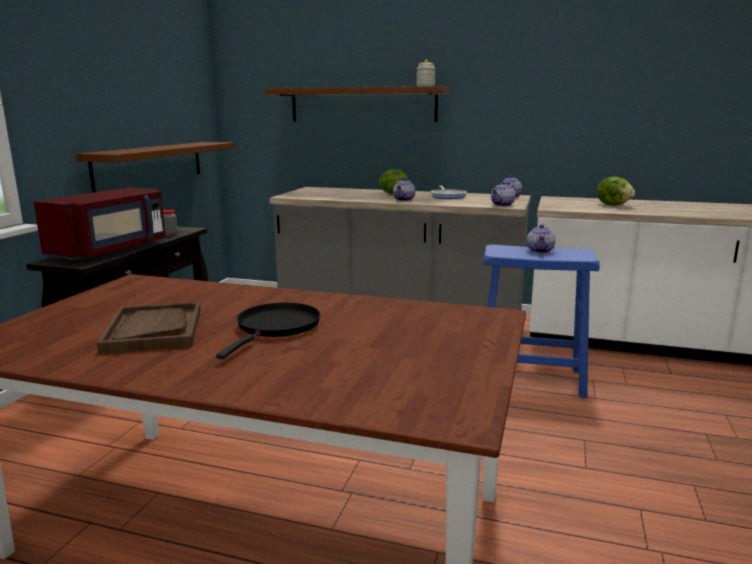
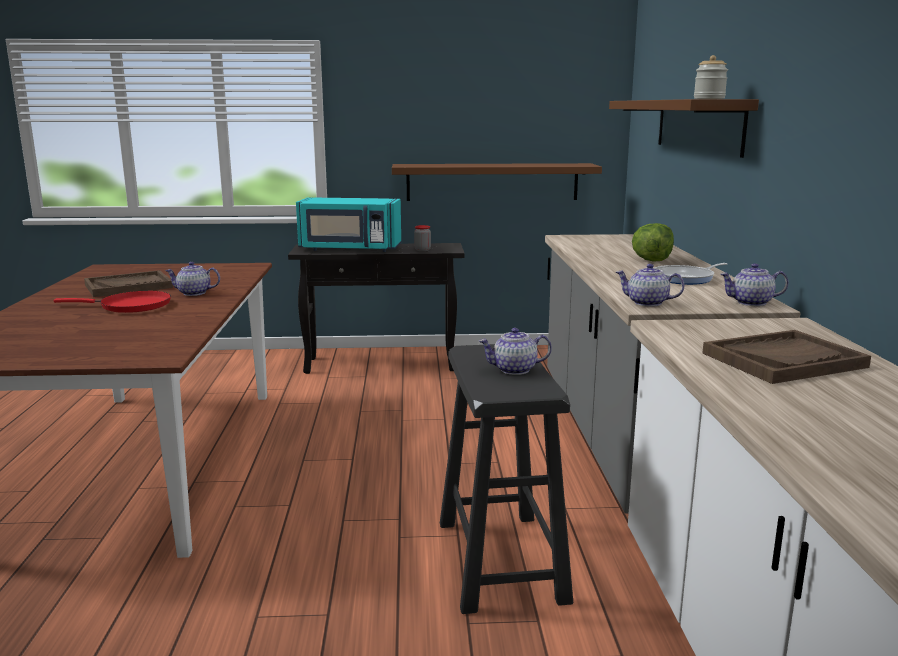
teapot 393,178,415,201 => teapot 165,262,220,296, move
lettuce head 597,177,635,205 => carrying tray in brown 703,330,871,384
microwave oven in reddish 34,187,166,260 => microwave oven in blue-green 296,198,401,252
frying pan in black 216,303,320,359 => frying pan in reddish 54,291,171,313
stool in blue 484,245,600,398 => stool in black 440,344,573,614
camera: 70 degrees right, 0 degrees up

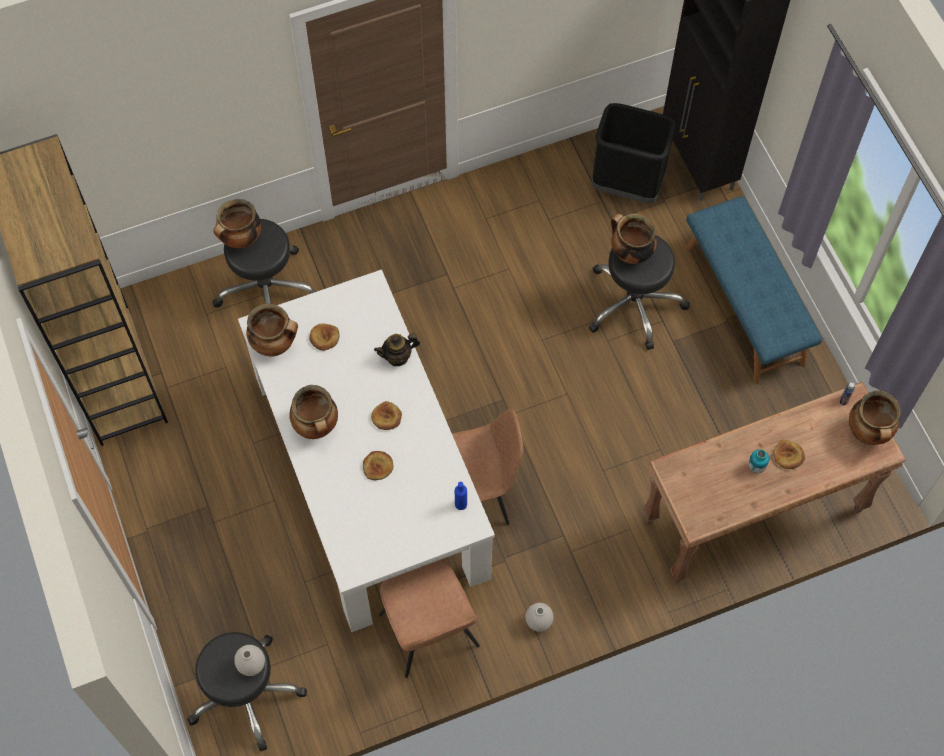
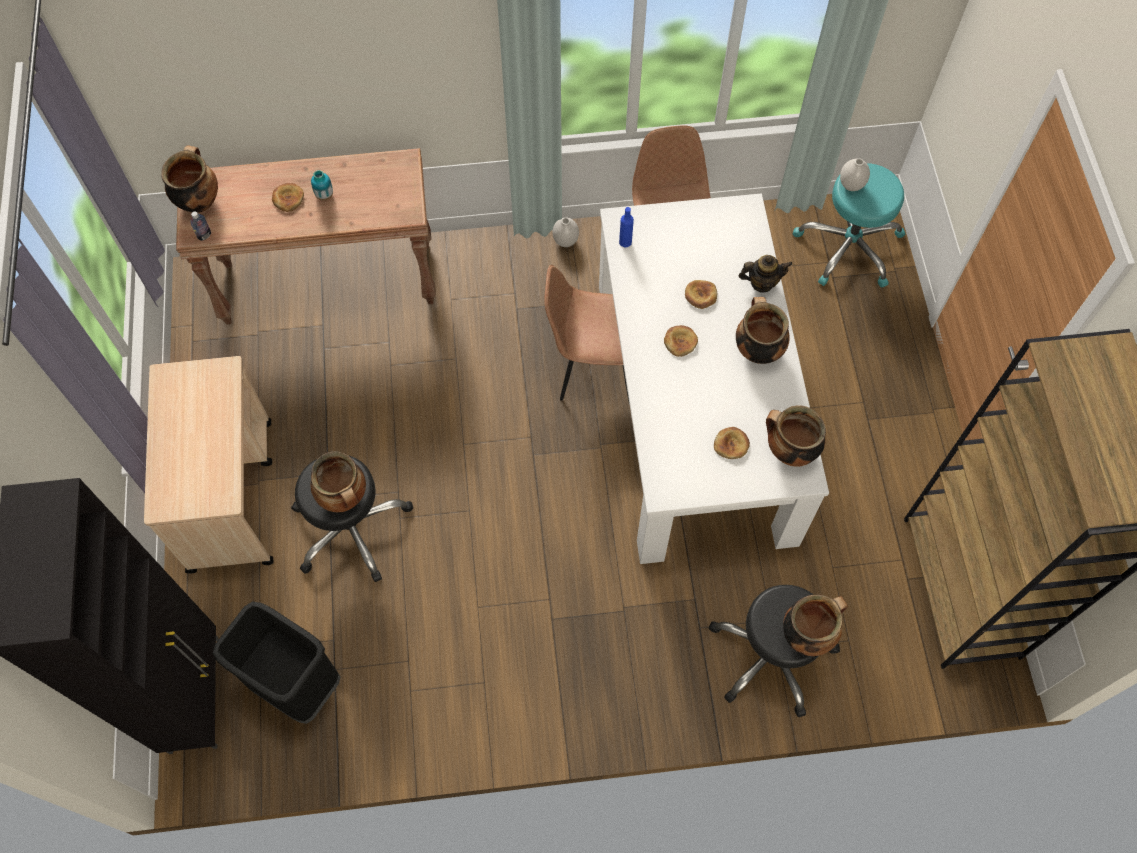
teapot 374,333,420,366 => teapot 738,255,793,293, move
bench in blue 685,196,823,384 => wheeled cart in sand-coloured 144,356,273,574
stool in black 187,632,307,751 => stool in blue-green 793,163,905,287
camera: 165 degrees left, 0 degrees up

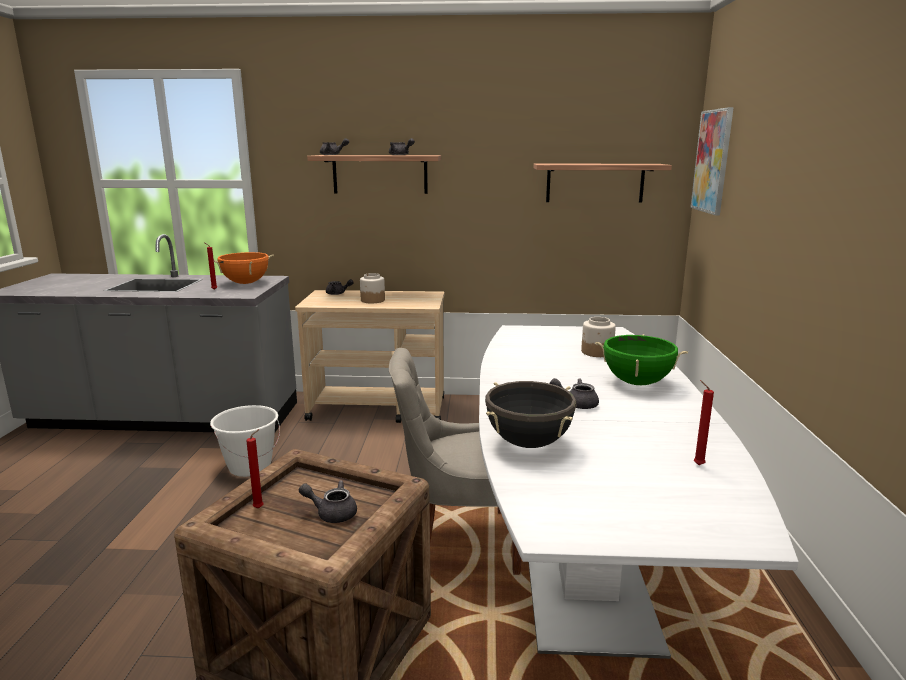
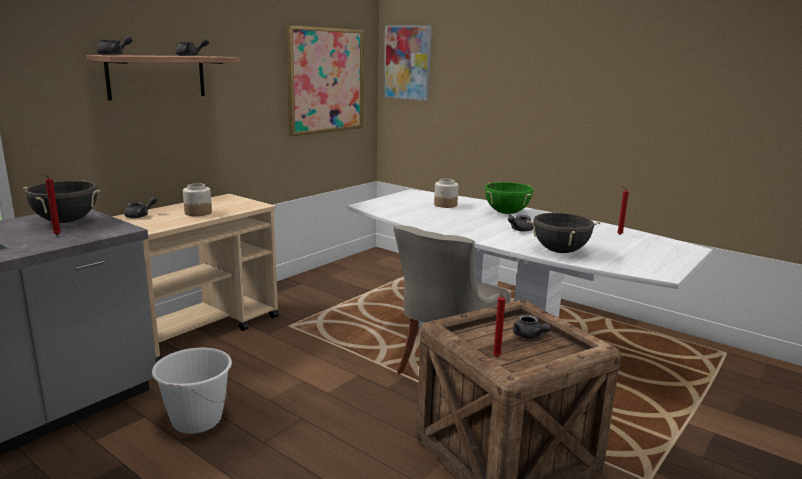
bracket shelf 533,164,672,203 => wall picture 286,25,363,136
saucepot in orange 214,252,274,284 => saucepot in black 23,180,101,223
teapot in greyish 299,480,357,523 => teapot in greyish 513,314,551,339, 75 degrees counterclockwise
camera: 55 degrees left, 0 degrees up

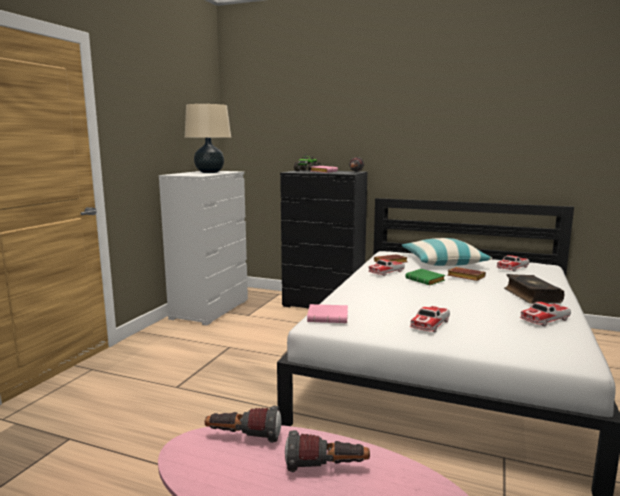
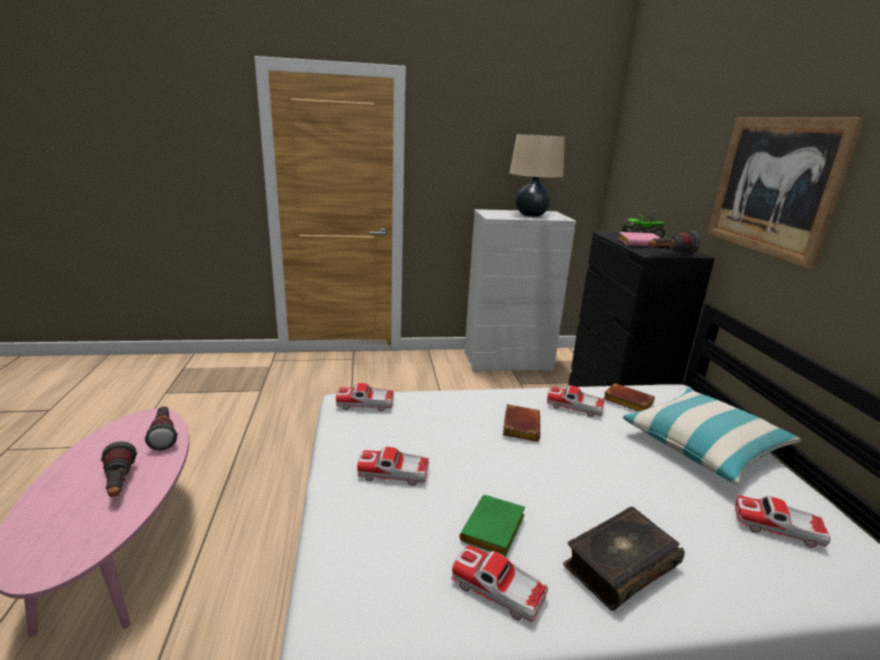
nothing => wall picture 707,117,866,269
book in green 405,269,445,285 => book in green 459,495,525,557, move
book in brown 447,267,486,281 => book in brown 503,404,540,442, move
book in pink-coloured 307,304,348,323 => model car 336,383,394,412
camera: 60 degrees right, 10 degrees up

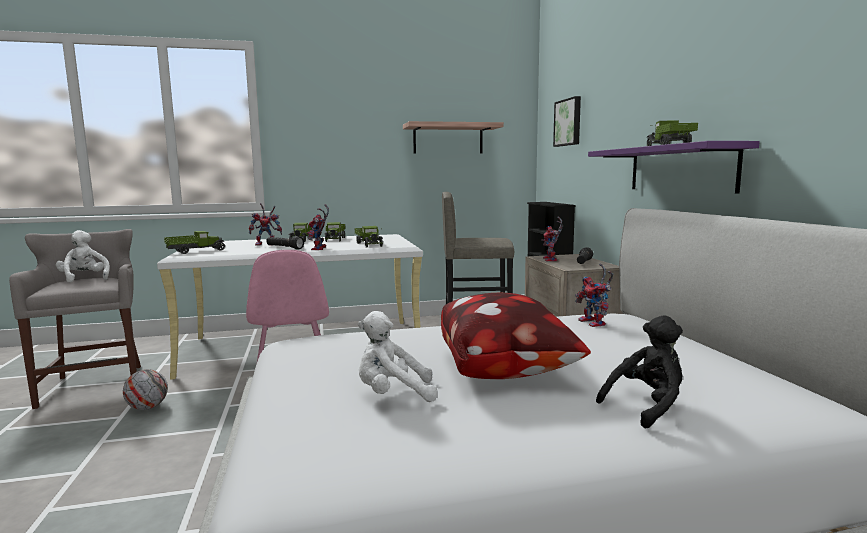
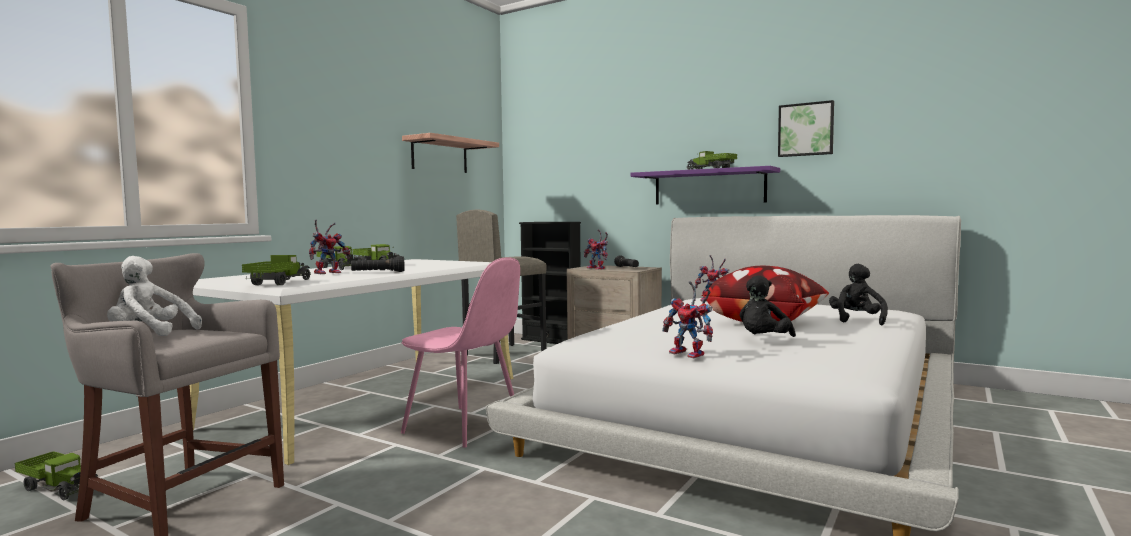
ball for football 123,369,168,410 => nothing
model robot 307,204,329,250 => model robot 662,281,713,358, move
model truck 355,226,383,248 => model truck 15,451,98,500, move
wall picture 553,96,581,147 => wall picture 778,100,834,157, move
cuddly toy in white-coloured 358,311,437,402 => cuddly toy in black 739,275,796,337
camera: 45 degrees left, 5 degrees down

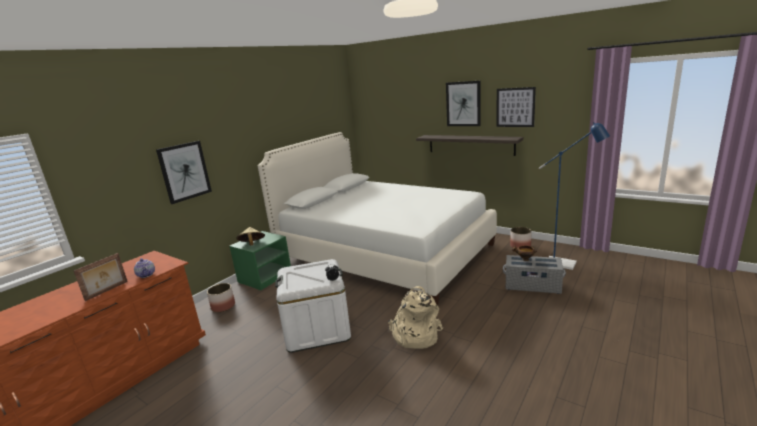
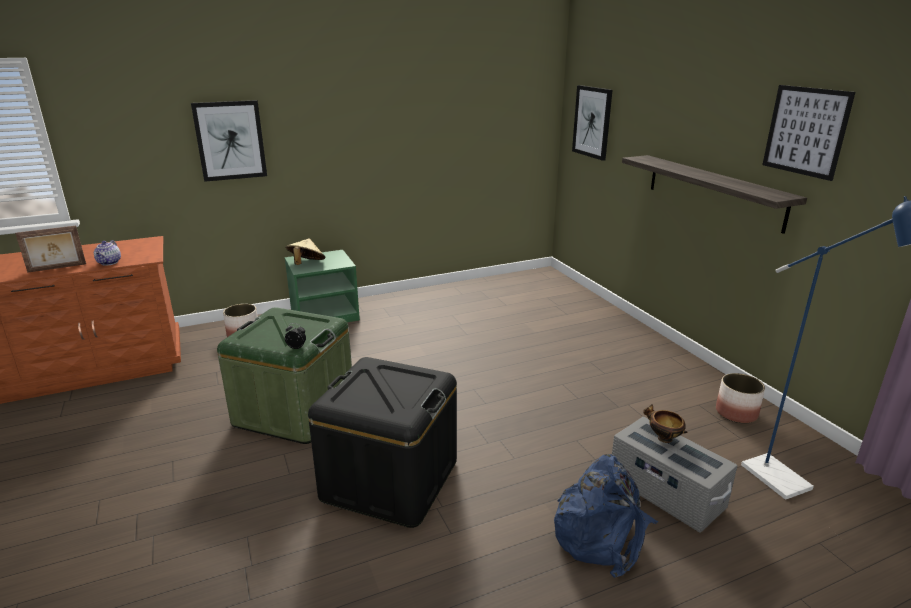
sleeping bed in white-coloured 258,132,497,305 => nothing
nothing => knapsack in blue 554,454,658,578
wall picture 446,81,481,126 => wall picture 572,85,613,161, move
knapsack in sand-coloured 388,286,443,349 => storage bin in black 308,357,457,528
storage bin in white-coloured 275,259,351,353 => storage bin in green 217,307,352,444
camera: 30 degrees right, 5 degrees up

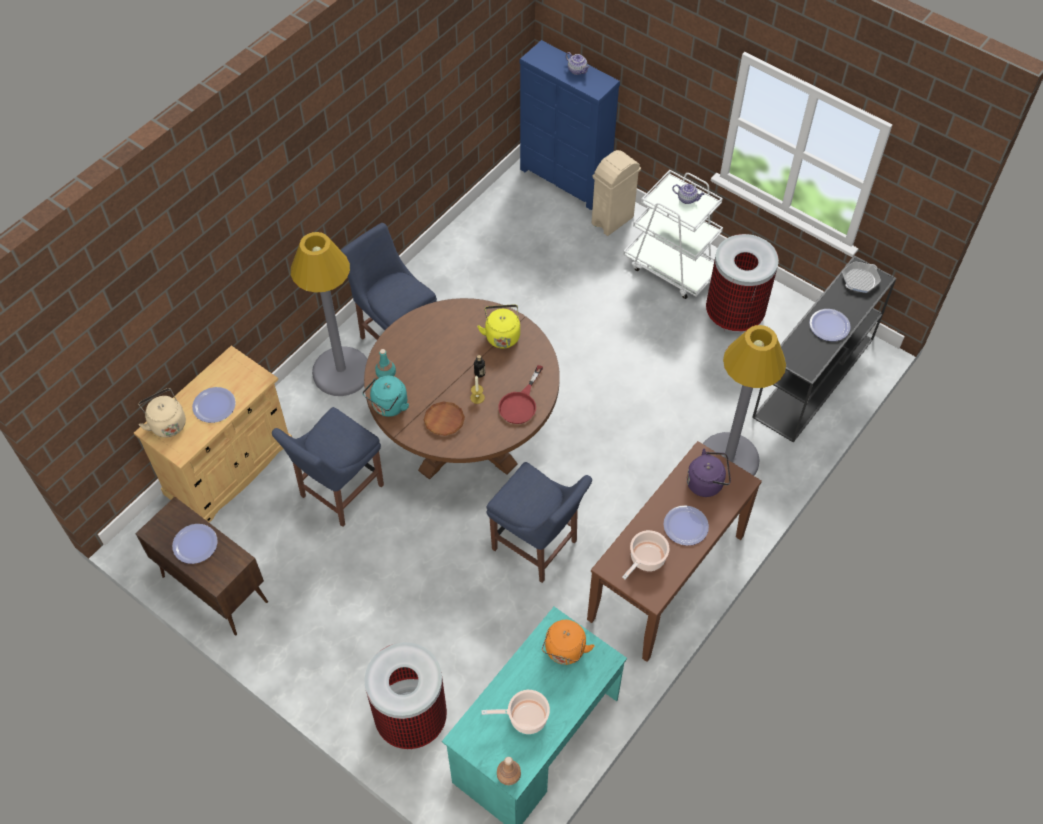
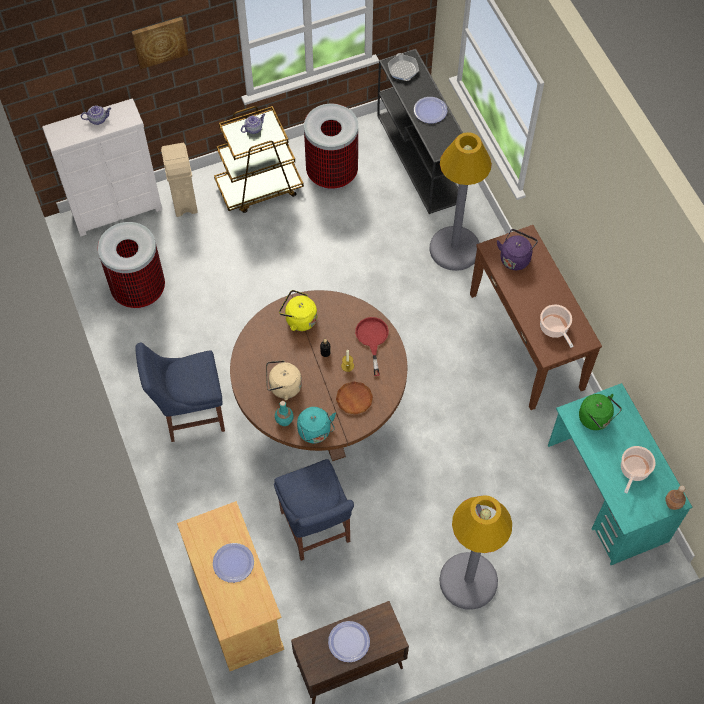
upright chair in blue 486,462,592,583 => nothing
flat dish 663,505,709,546 => nothing
nothing => wall picture 132,17,189,69
water kettle in sand-coloured 138,388,186,438 => water kettle in sand-coloured 266,360,302,400, move
floor lamp in greyish 291,232,367,396 => floor lamp in greyish 439,495,512,610, move
rubbish bin 364,642,447,749 => rubbish bin 98,222,165,309, move
drawer chest in blue 520,40,620,210 => drawer chest in white-coloured 42,98,162,236
water kettle in orange 542,620,595,665 => water kettle in green 579,394,622,430
wheeled cart in white-coloured 623,170,723,299 => wheeled cart in brown 214,106,304,213
frying pan in reddish 498,365,543,424 => frying pan in reddish 355,317,389,376, 150 degrees counterclockwise
camera: 60 degrees left, 5 degrees up

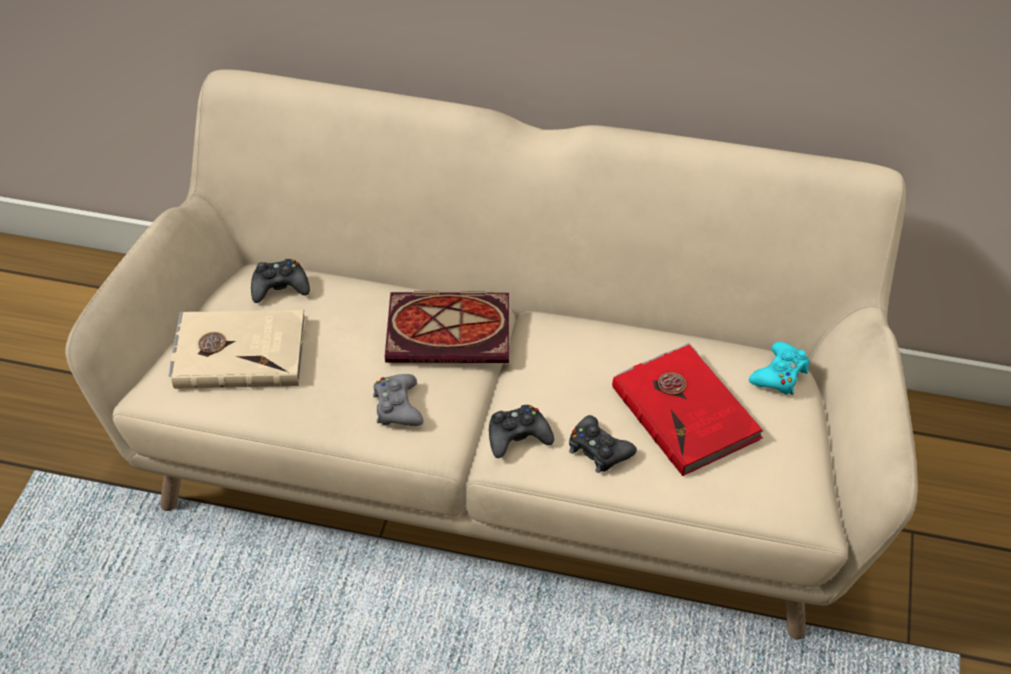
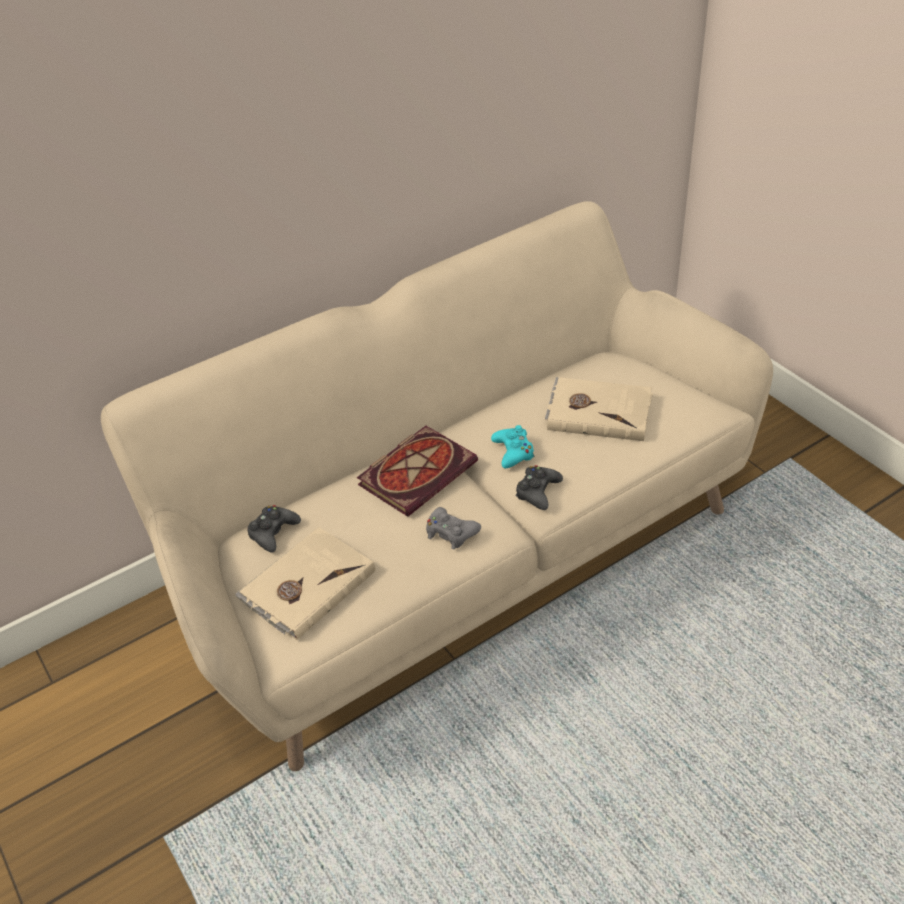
joypad in black 569,415,637,473 => nothing
joypad in blue-green 749,342,810,395 => joypad in blue-green 491,425,535,468, move
book in reddish 612,343,764,476 => book in sand-coloured 545,377,653,441
camera: 45 degrees left, 5 degrees down

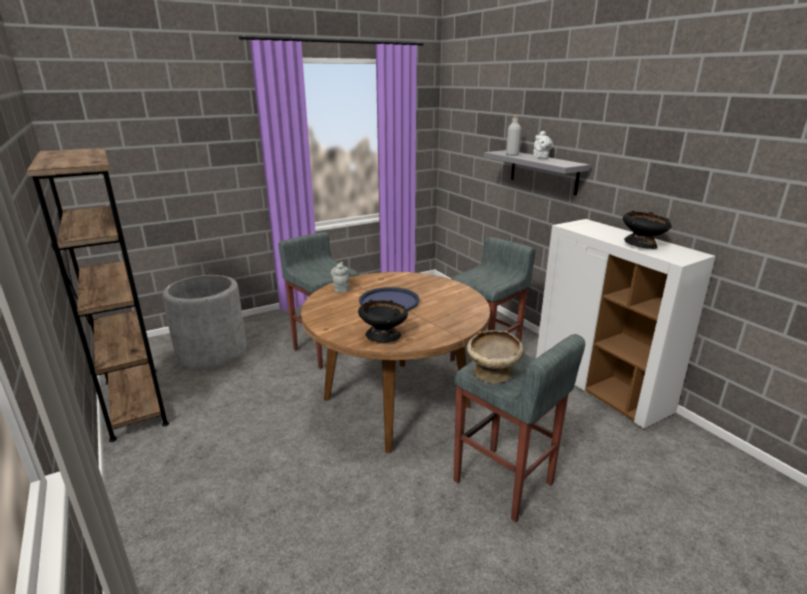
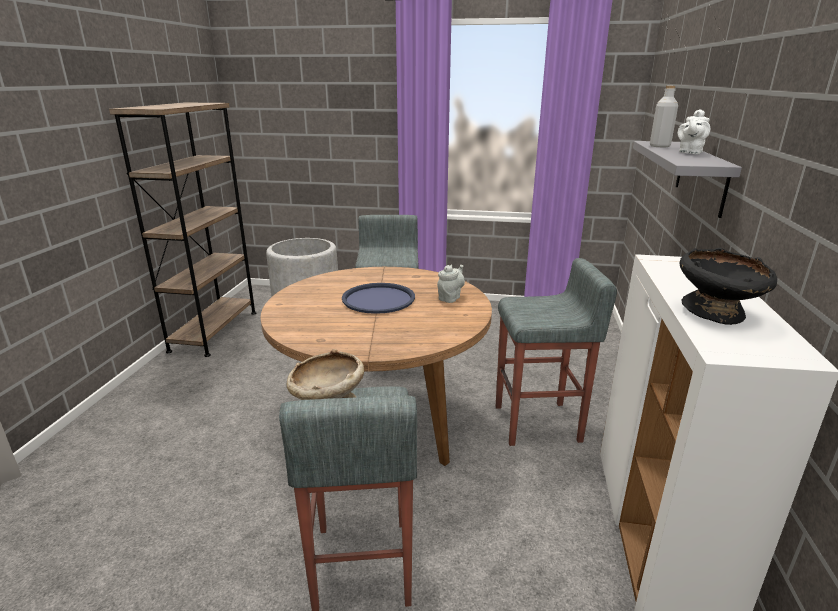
deep dish in black 358,299,408,343 => nothing
teapot in greyish 331,262,351,293 => teapot in greyish 437,265,465,303, move
camera: 40 degrees right, 0 degrees up

